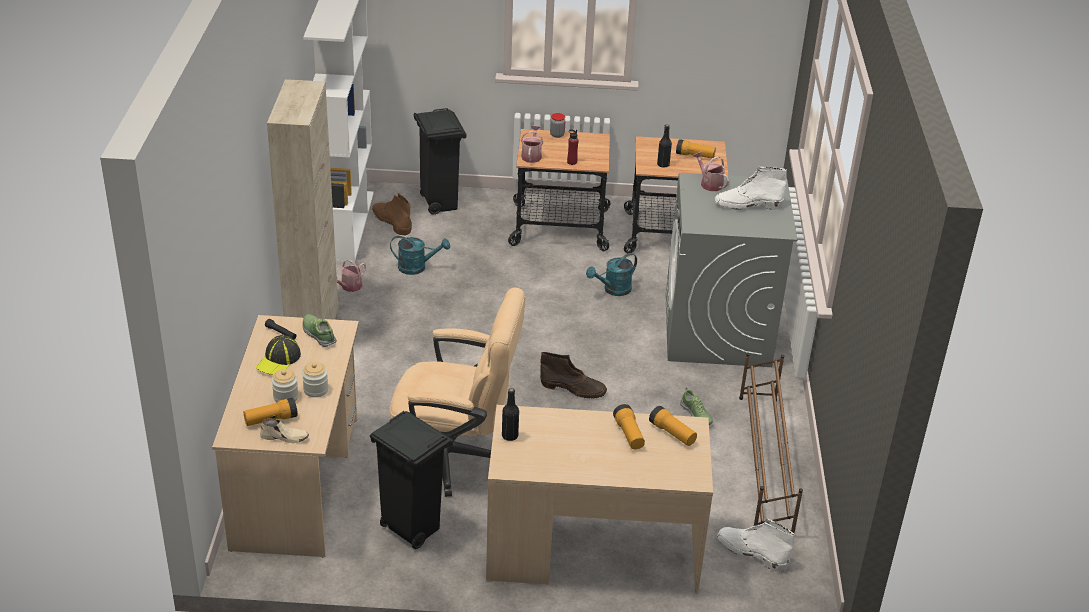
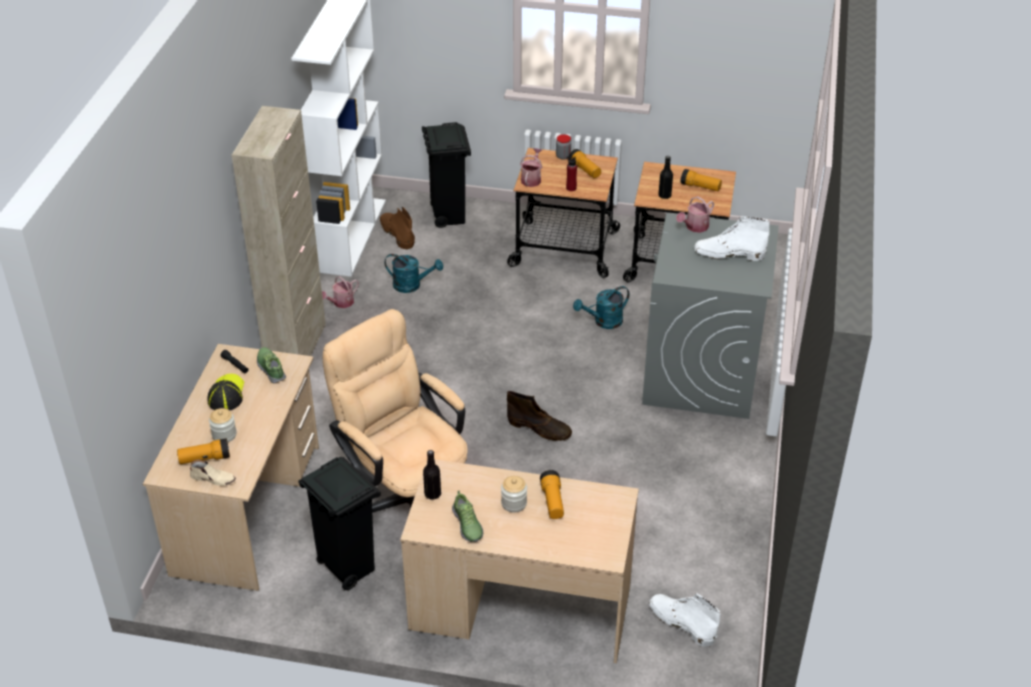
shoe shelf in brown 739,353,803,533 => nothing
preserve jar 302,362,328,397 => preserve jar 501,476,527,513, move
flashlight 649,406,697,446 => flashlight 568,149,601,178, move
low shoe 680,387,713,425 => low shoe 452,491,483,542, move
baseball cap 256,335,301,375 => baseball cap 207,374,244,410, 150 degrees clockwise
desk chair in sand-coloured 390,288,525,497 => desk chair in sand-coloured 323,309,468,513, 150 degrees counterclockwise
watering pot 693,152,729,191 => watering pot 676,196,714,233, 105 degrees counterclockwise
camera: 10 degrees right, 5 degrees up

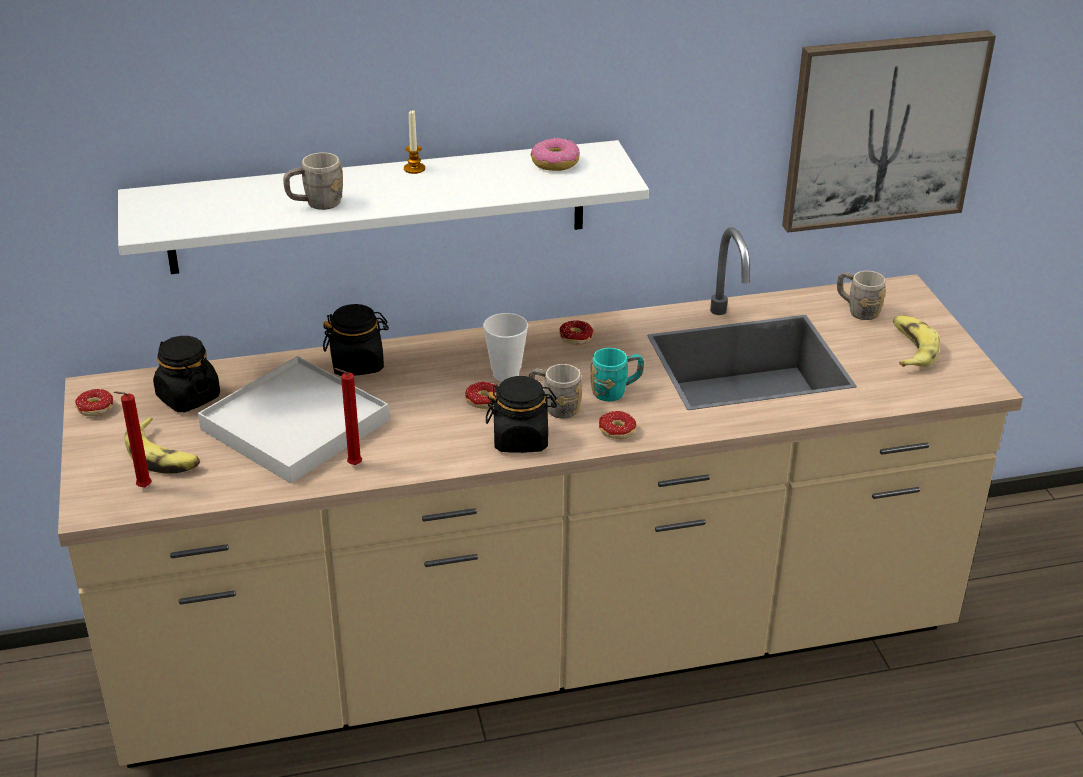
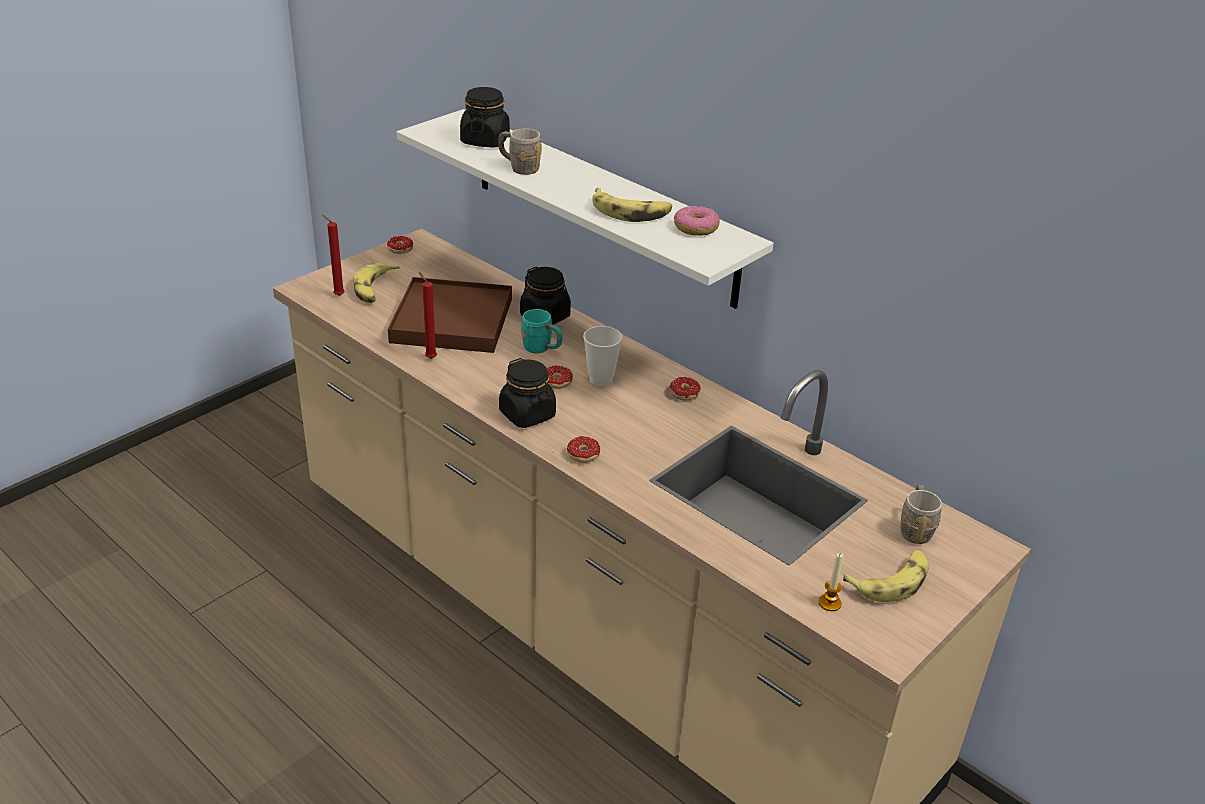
coffee mug in greyish 529,364,582,418 => nothing
wall picture 782,30,996,233 => nothing
nothing => banana 592,188,672,222
preserve jar in black 153,336,220,412 => preserve jar in black 460,87,510,147, move
candle 404,110,425,174 => candle 819,553,843,611, move
coffee mug in blue-green 590,348,644,402 => coffee mug in blue-green 521,309,562,353, move
carrying tray in white-coloured 198,356,389,484 => carrying tray in brown 388,277,512,353
camera: 55 degrees right, 0 degrees up

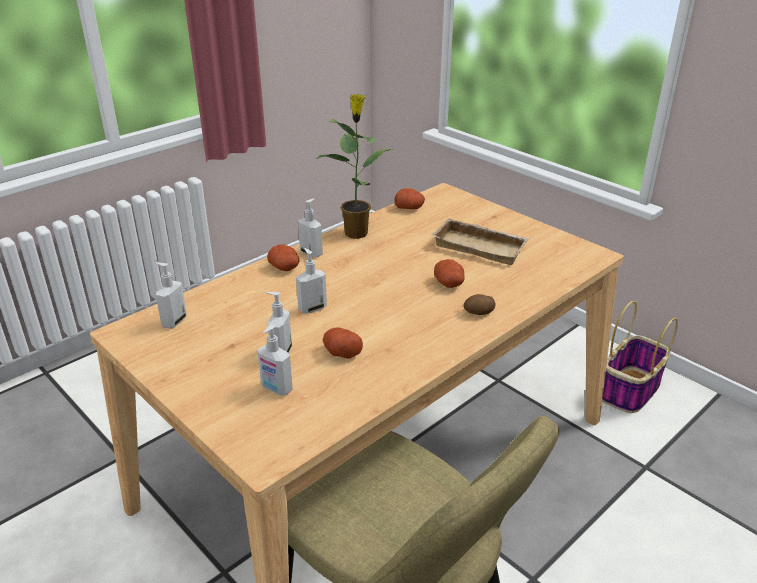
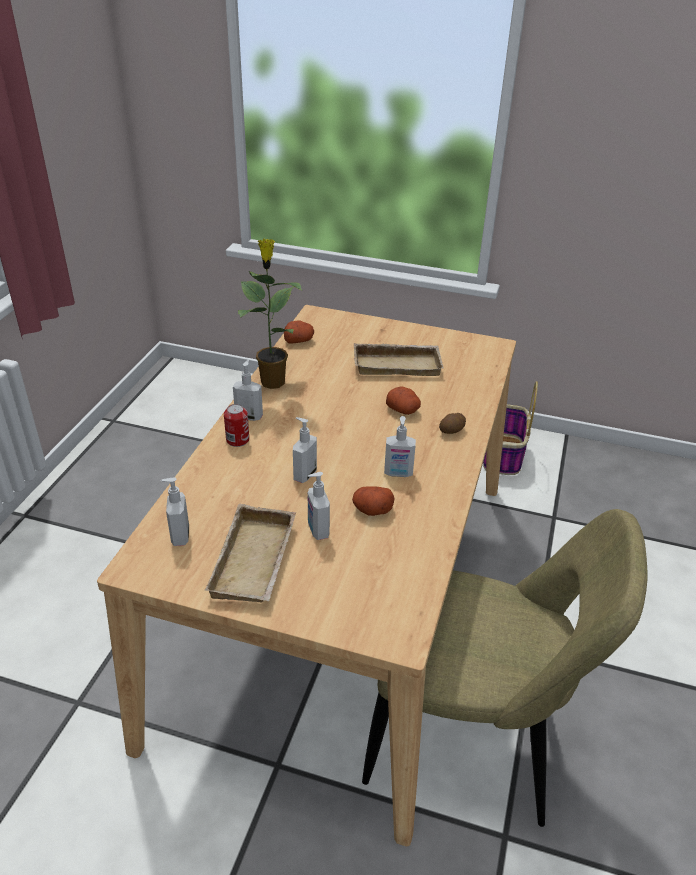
nothing => carrying tray in sand-coloured 205,504,296,602
soap dispenser 257,324,293,396 => soap dispenser 384,416,416,477, move
potato 267,244,299,271 => metal can 224,404,249,447
camera: 30 degrees left, 5 degrees up

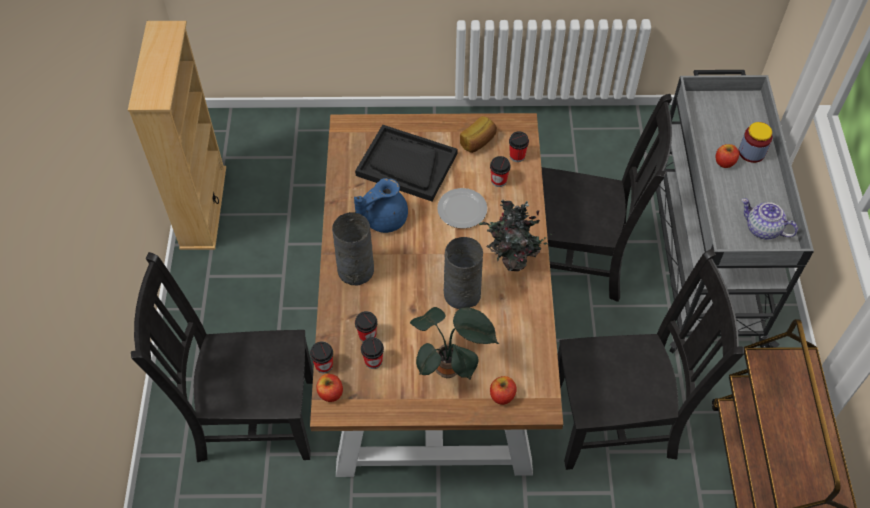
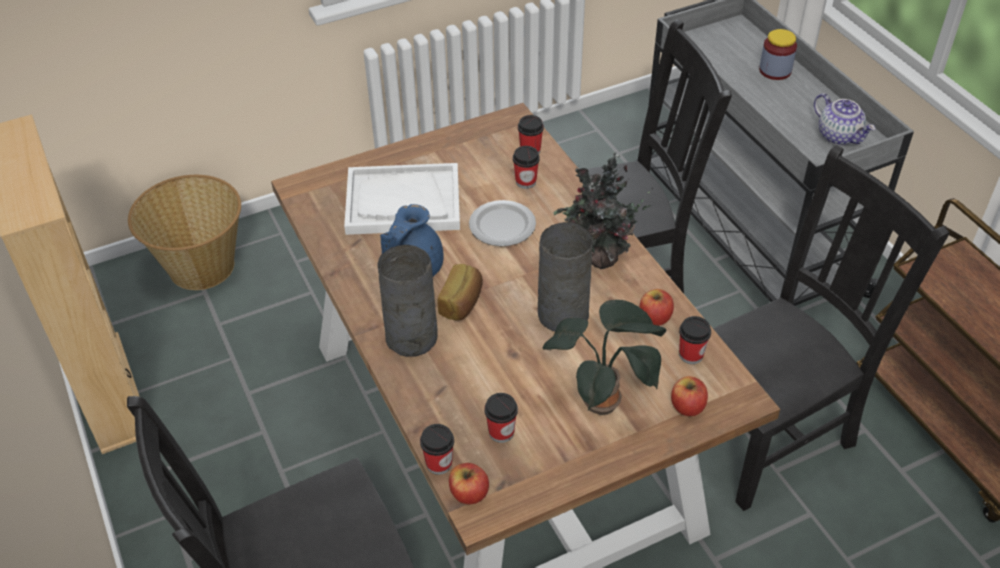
nothing => basket 128,175,241,290
drinking cup 355,311,378,342 => drinking cup 679,316,711,364, move
baked bread 460,116,497,153 => baked bread 438,264,483,321, move
apple 716,144,739,168 => apple 640,289,674,326, move
carrying tray in black 355,125,457,201 => carrying tray in white-coloured 344,163,460,235
teapot 742,198,798,240 => teapot 814,93,875,145, 135 degrees counterclockwise
camera: 25 degrees left, 10 degrees down

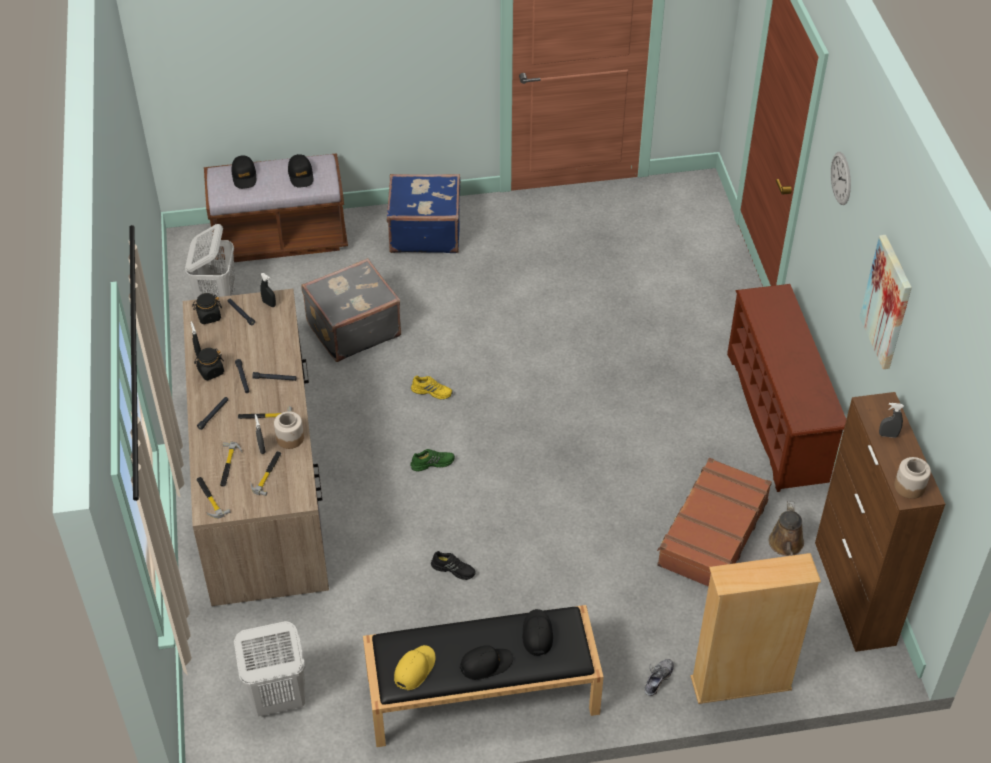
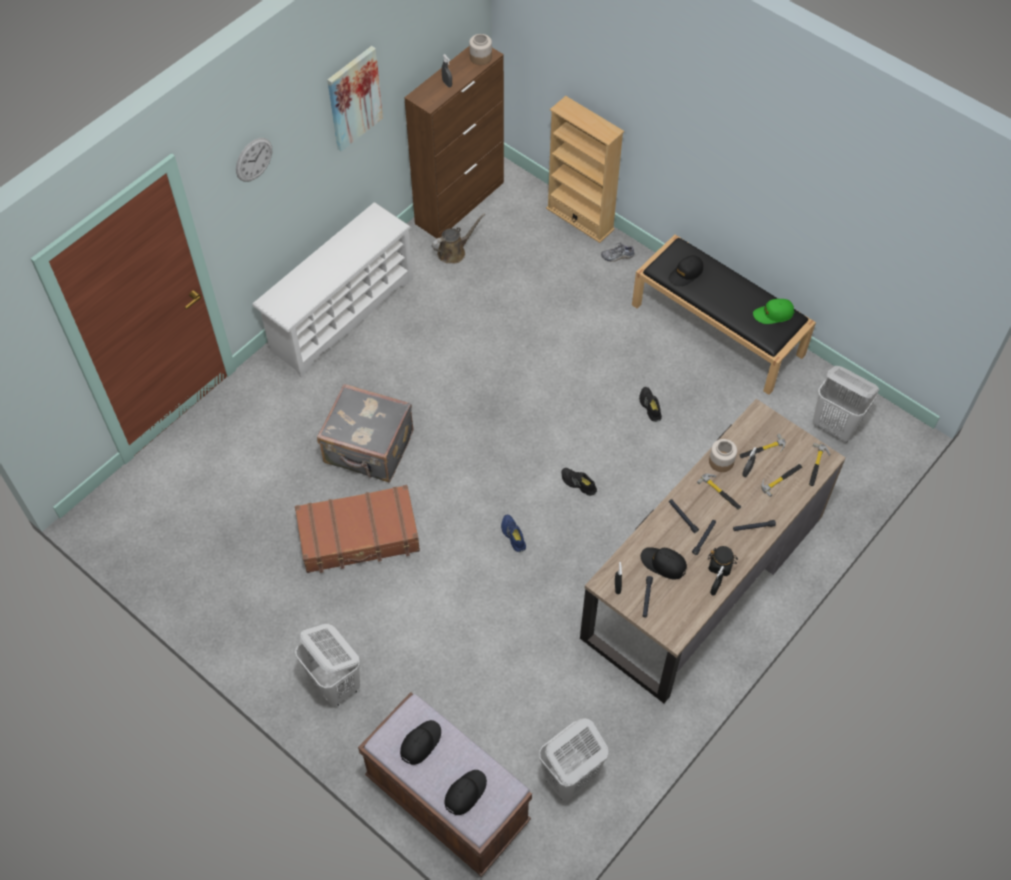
preserve jar in black 192,293,222,324 => nothing
travel case in greyish 301,258,401,362 => travel case in greyish 317,384,413,482, move
baseball cap in black 460,645,513,680 => baseball cap in black 641,547,687,580, move
travel case in brown 657,458,772,587 => travel case in brown 295,485,420,573, move
travel case in blue 387,174,461,253 => washing basket in white-coloured 295,624,360,706
baseball cap in yellow 394,645,435,690 => baseball cap in green 753,299,794,324
low shoe in green 410,449,455,472 => low shoe in black 561,468,597,496
low shoe in yellow 411,375,453,400 => low shoe in blue 501,515,526,552
shoe shelf in brown 727,284,846,492 => shoe shelf in white-coloured 252,202,413,377
camera: 130 degrees left, 10 degrees up

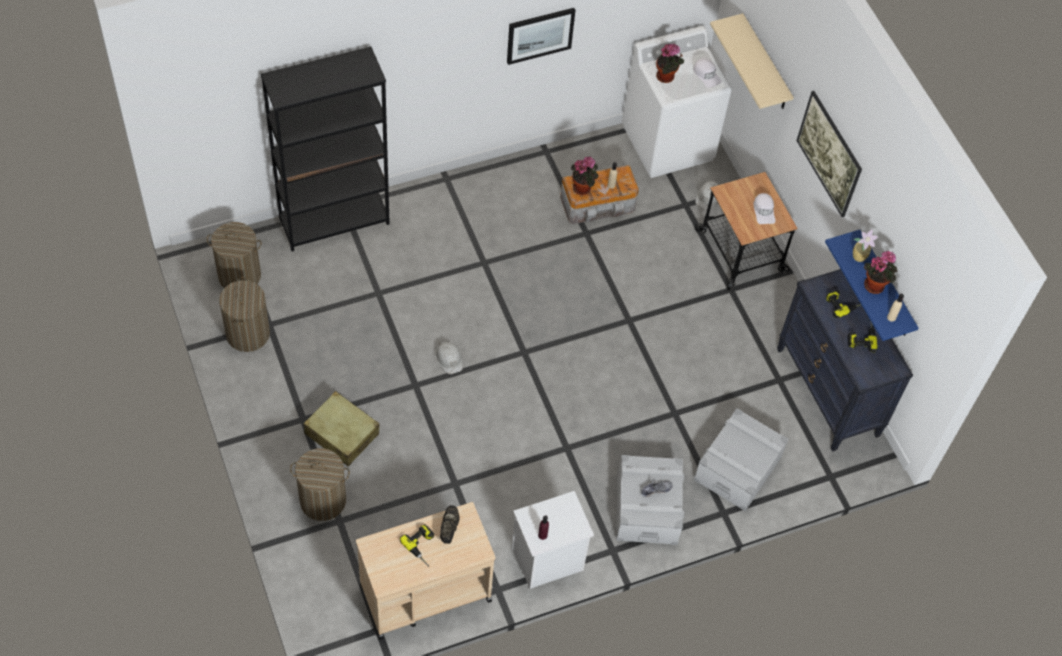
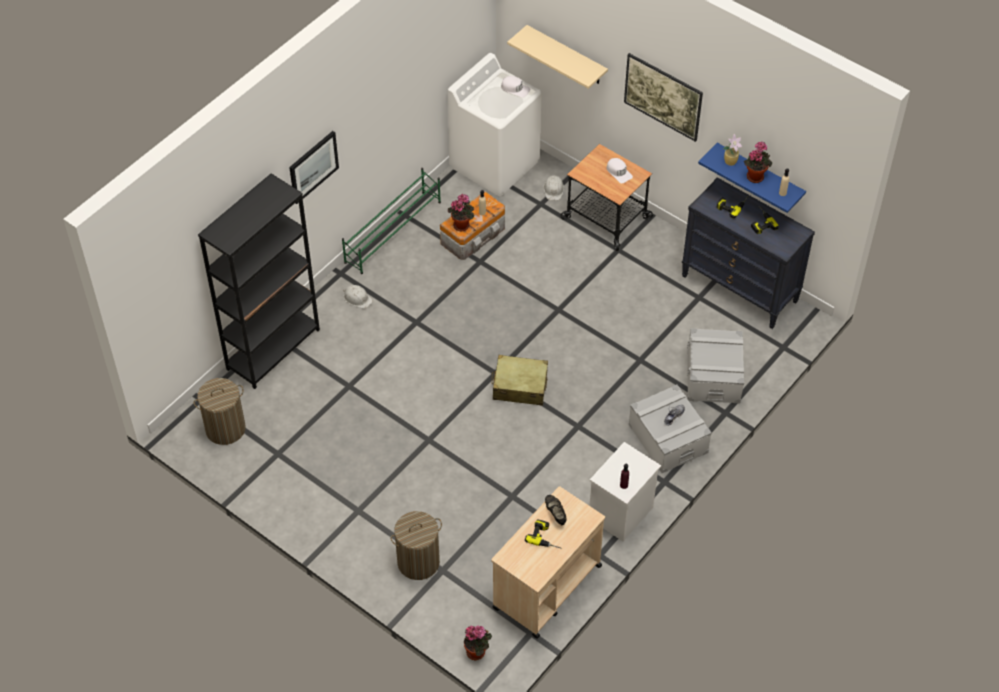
washing basket 219,277,270,352 => nothing
nothing => shoe shelf in green 342,168,441,274
travel case in sand-coloured 304,391,380,467 => travel case in sand-coloured 492,355,548,406, move
work helmet in white-coloured 435,342,463,374 => work helmet in white-coloured 343,285,373,309, move
wall picture 507,8,575,65 => wall picture 289,131,339,204, move
potted plant 656,44,684,83 => potted plant 464,625,492,661, move
camera: 25 degrees left, 5 degrees down

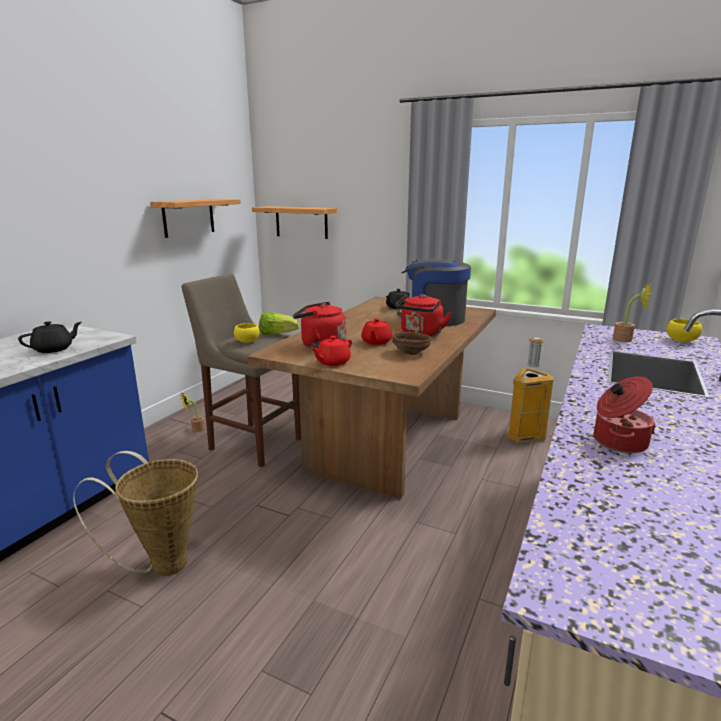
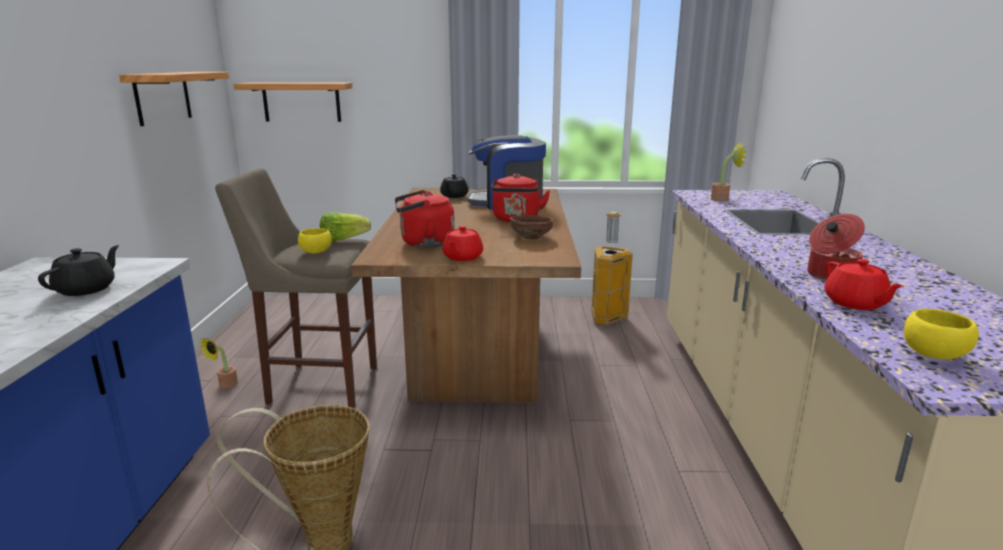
teapot in reddish 361,318,392,345 => teapot in reddish 825,259,904,310, move
deep dish in yellow 667,319,702,342 => deep dish in yellow 904,309,979,359, move
camera: 25 degrees left, 0 degrees up

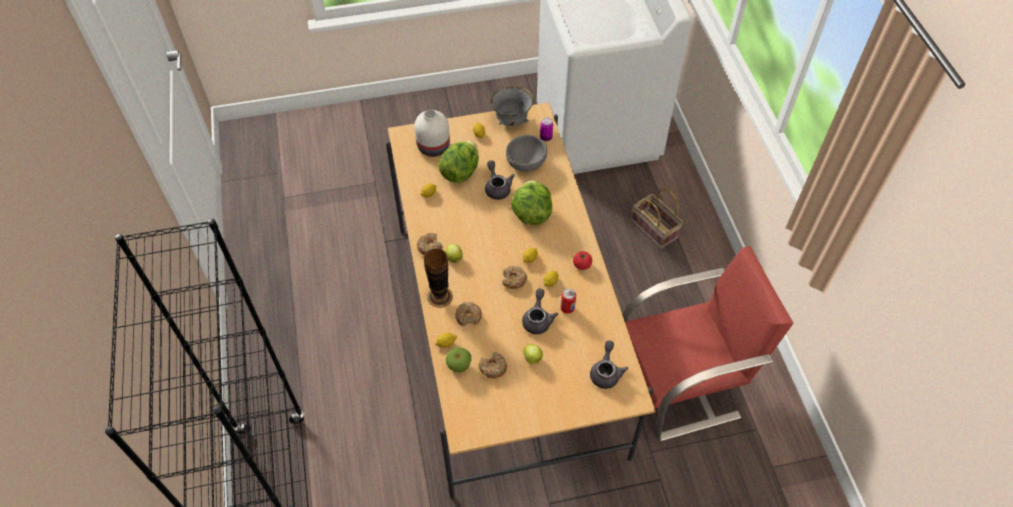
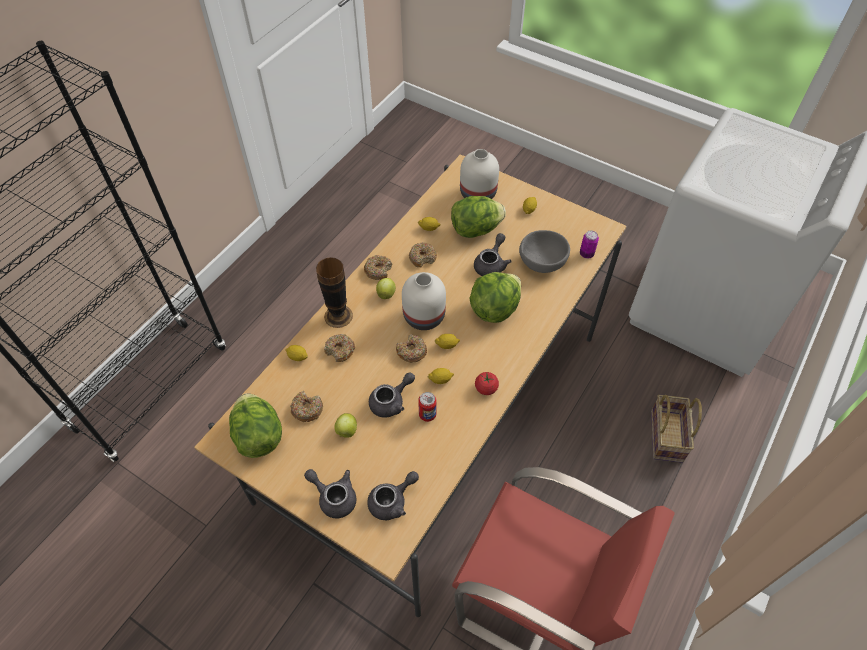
apple 446,347,471,372 => nothing
deep dish in greyish 490,86,534,126 => nothing
nothing => lettuce head 229,393,282,458
nothing => teapot in greyish 304,469,356,518
nothing => vase in white-coloured 402,272,446,330
nothing => donut 409,242,437,267
camera: 45 degrees right, 0 degrees up

